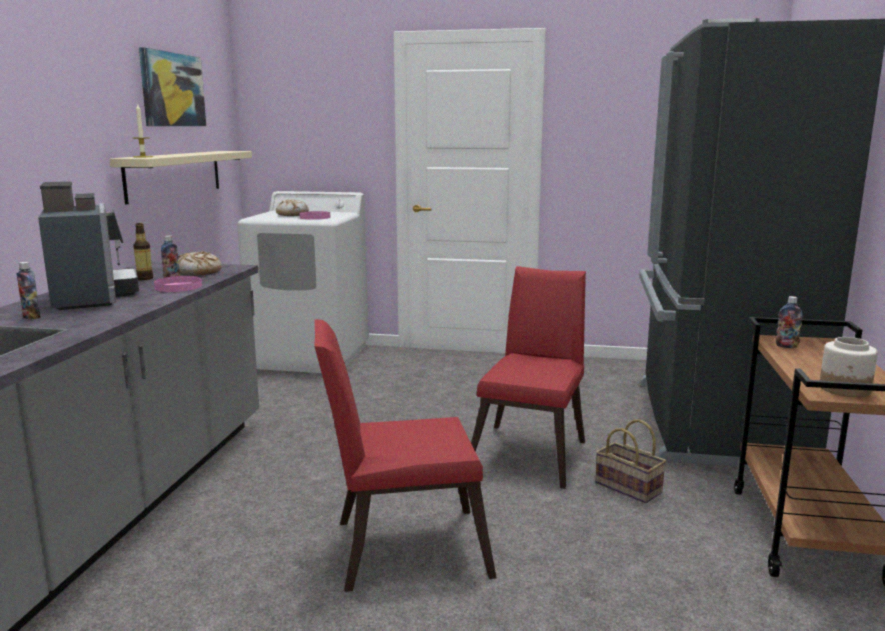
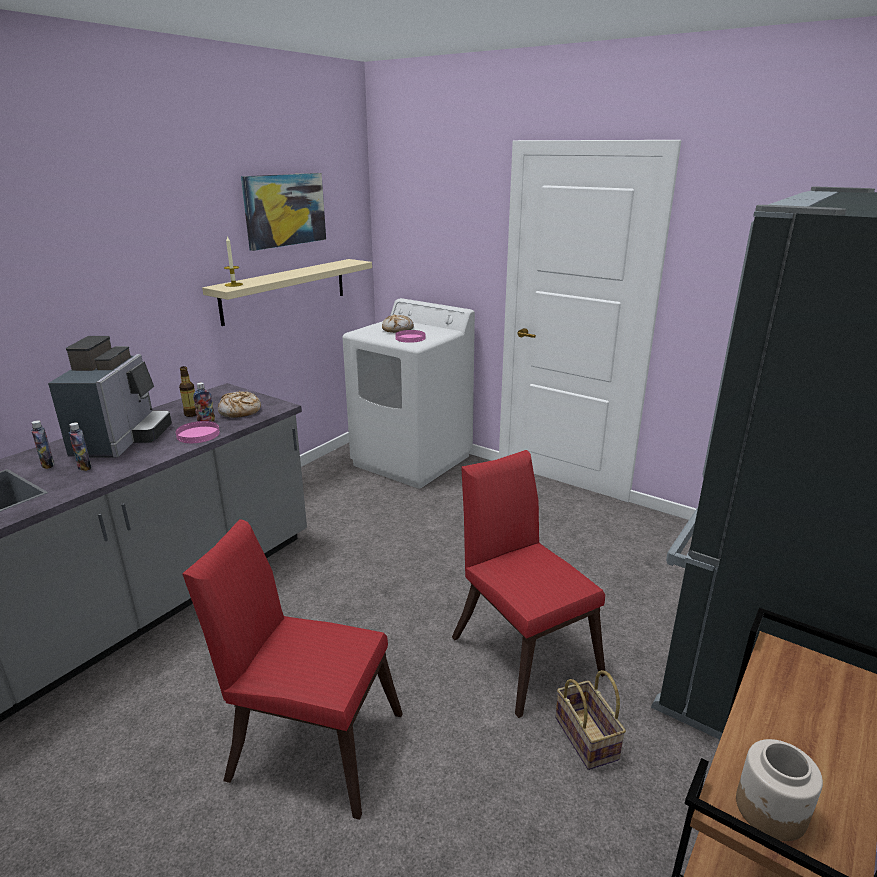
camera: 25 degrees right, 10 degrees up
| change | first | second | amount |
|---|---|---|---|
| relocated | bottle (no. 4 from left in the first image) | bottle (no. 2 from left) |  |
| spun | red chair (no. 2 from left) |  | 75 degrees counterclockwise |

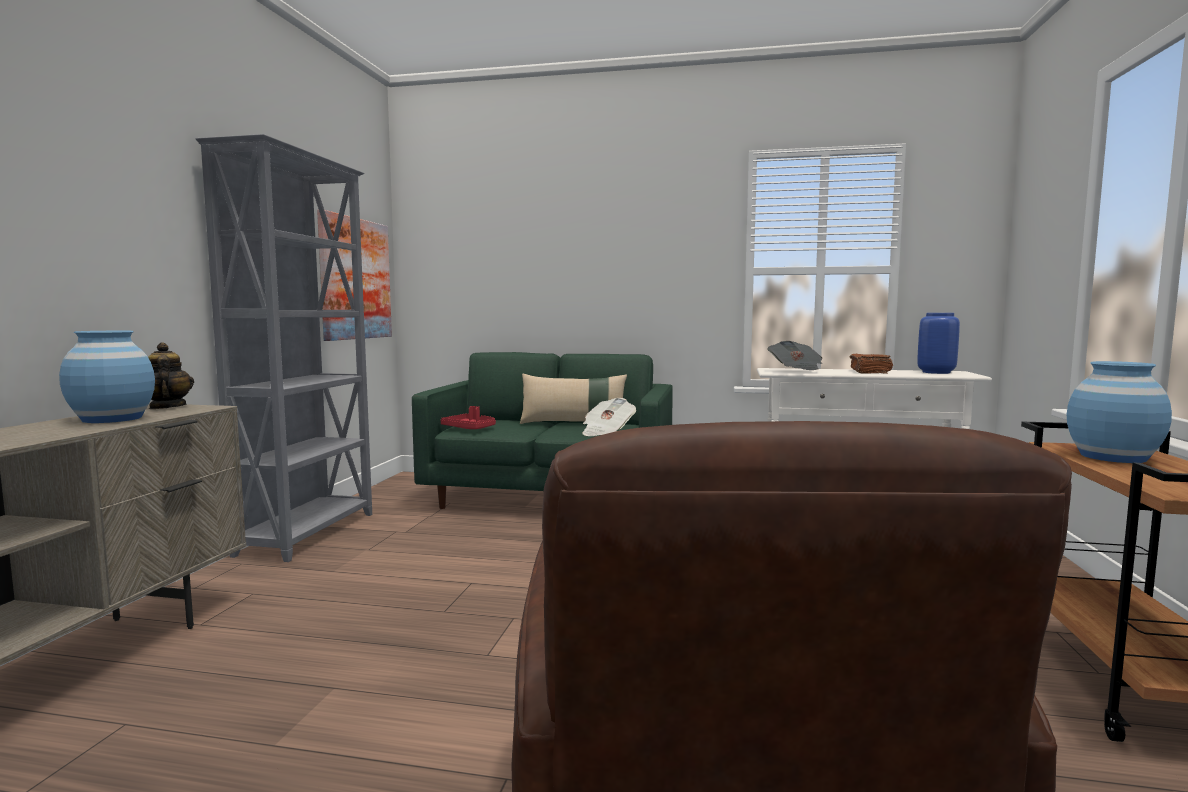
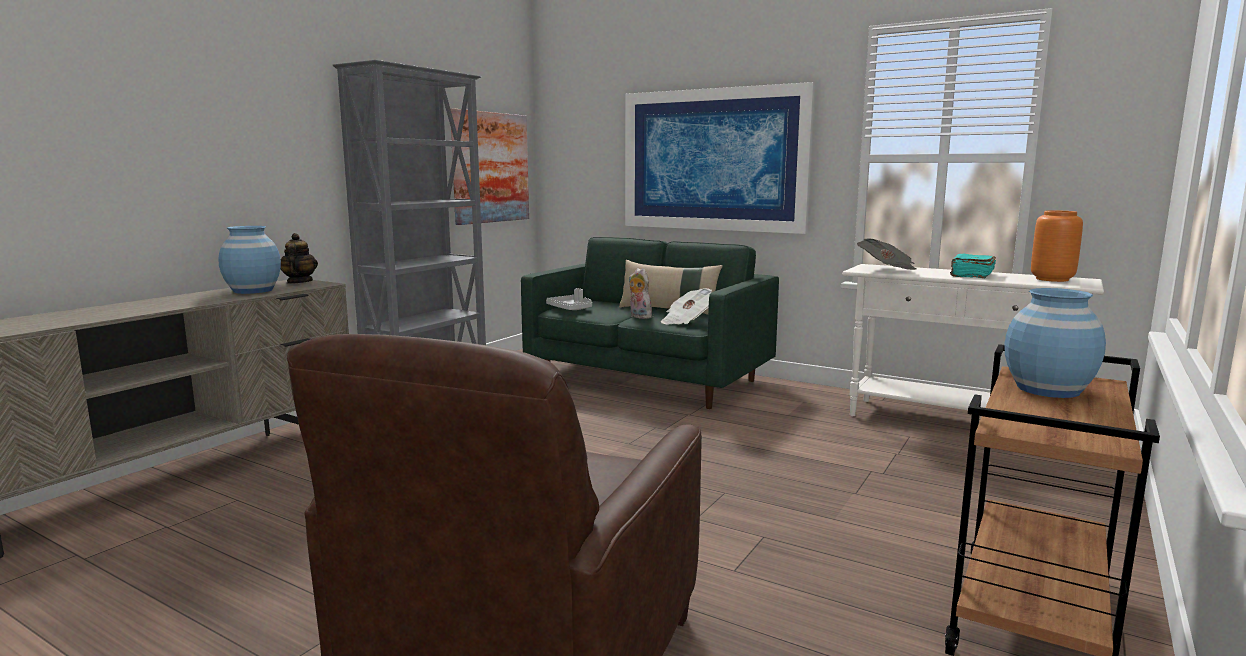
camera: 20 degrees right, 5 degrees up
| change | first | second | amount |
|---|---|---|---|
| colour | red tray | grey tray |  |
| appeared |  | picture (no. 2 from left) |  |
| appeared |  | plush toy |  |
| colour | brown book | turquoise book |  |
| colour | blue vase (no. 2 from left) | orange vase |  |

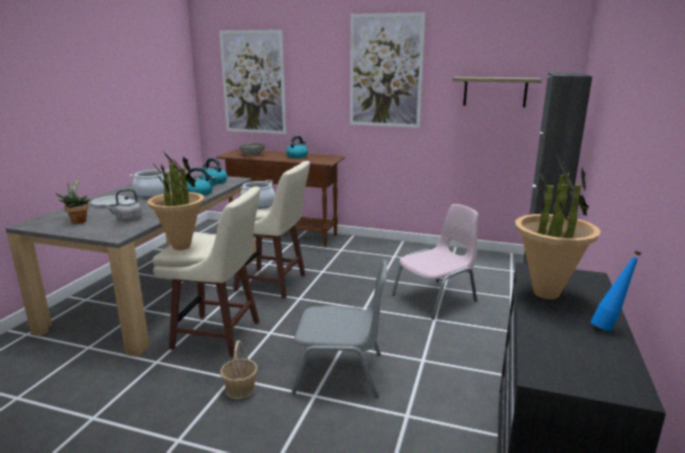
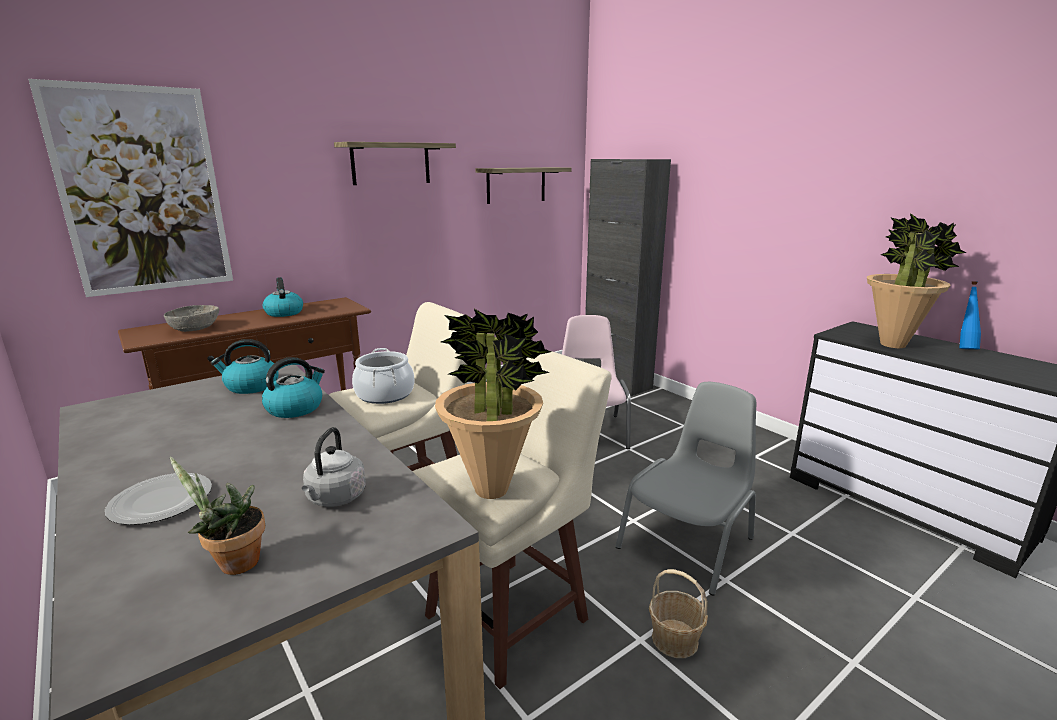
camera: 55 degrees left, 0 degrees up
| change | first | second | amount |
|---|---|---|---|
| exchanged | picture (no. 2 from left) | shelf (no. 1 from left) |  |
| missing | cooking pot (no. 1 from left) |  |  |

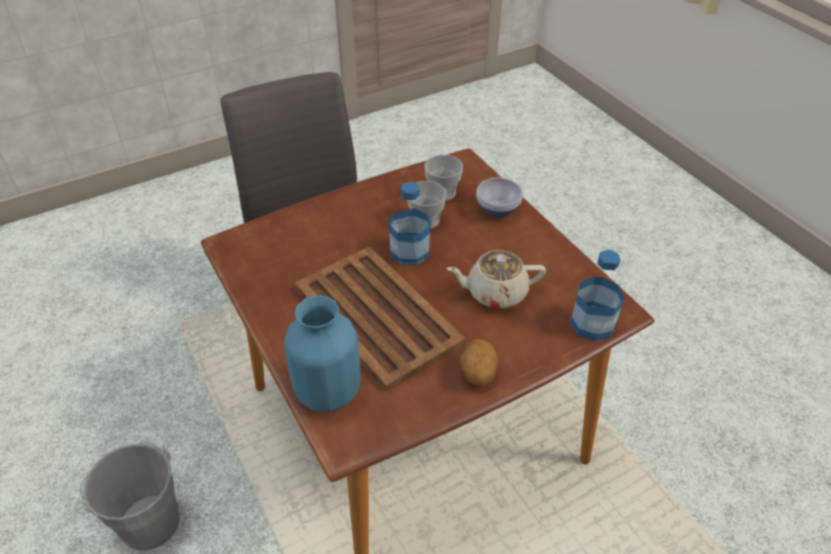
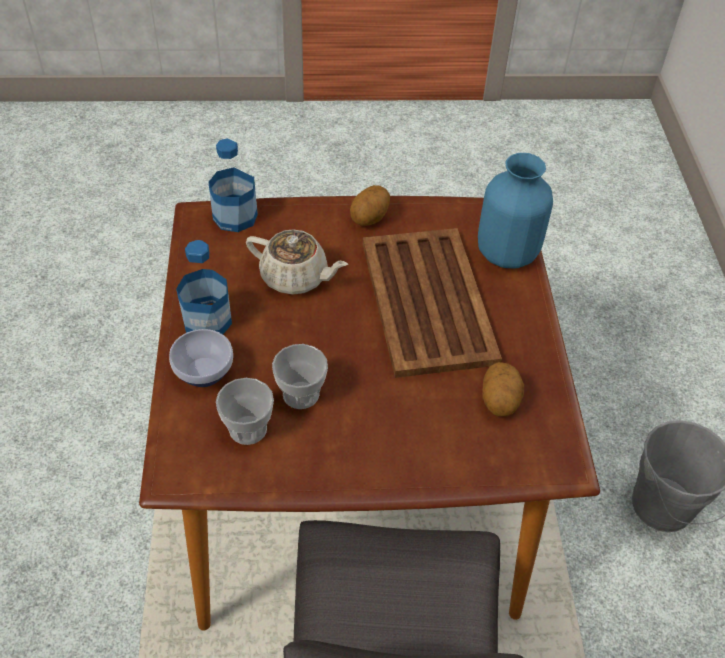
camera: 155 degrees left, 5 degrees up
| change | first | second | amount |
|---|---|---|---|
| relocated | bottle (no. 1 from left) |  |  |
| appeared |  | potato (no. 2 from left) |  |

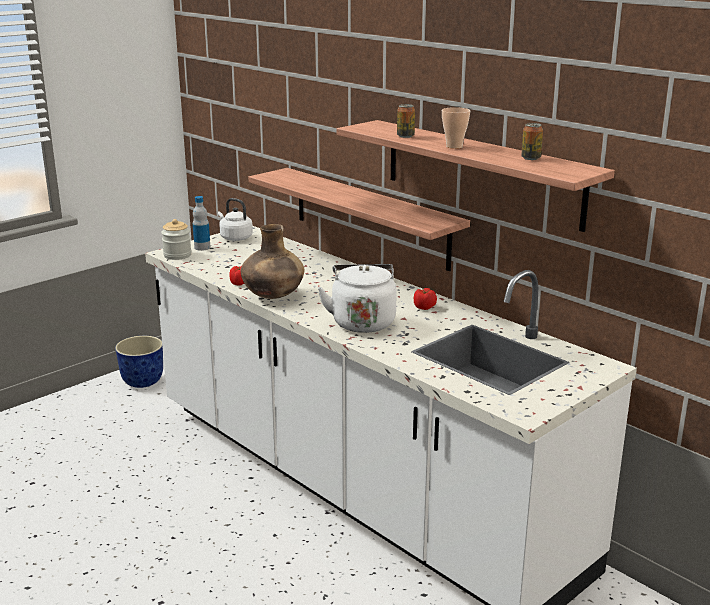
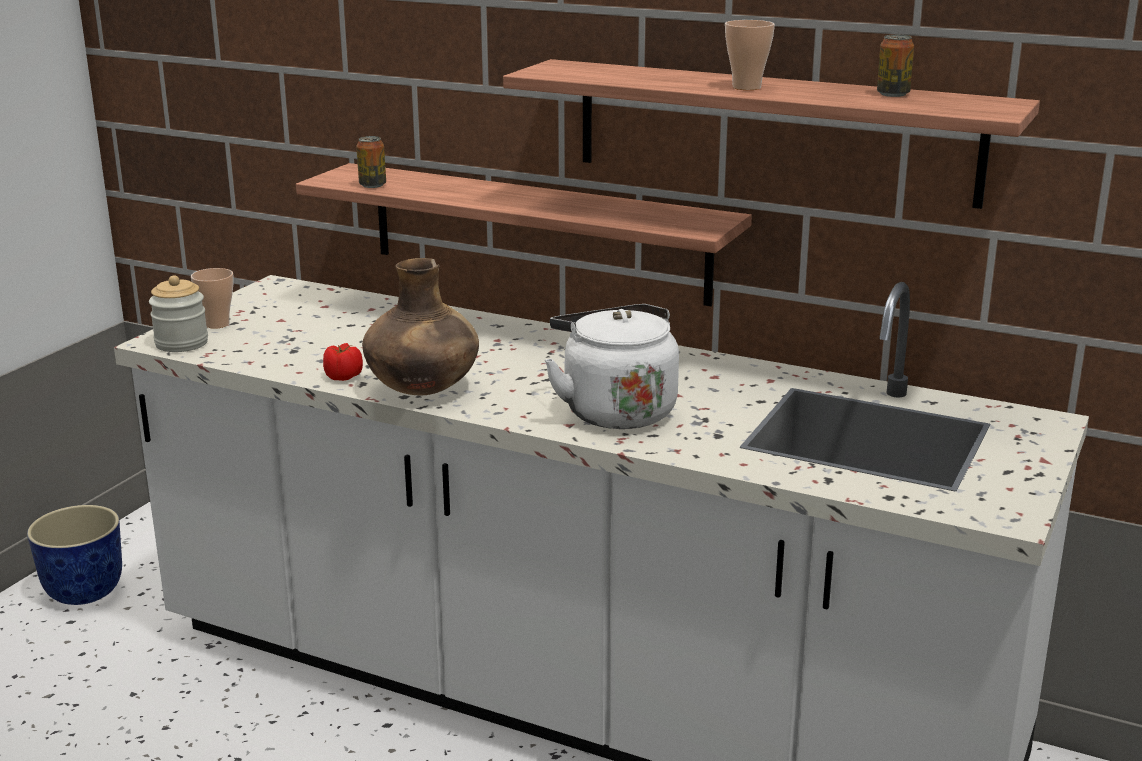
camera: 20 degrees left, 0 degrees up
| change | first | second | amount |
|---|---|---|---|
| exchanged | bottle | cup (no. 1 from left) |  |
| relocated | can (no. 1 from left) |  |  |
| missing | white kettle (no. 1 from left) |  |  |
| missing | tomato (no. 2 from left) |  |  |

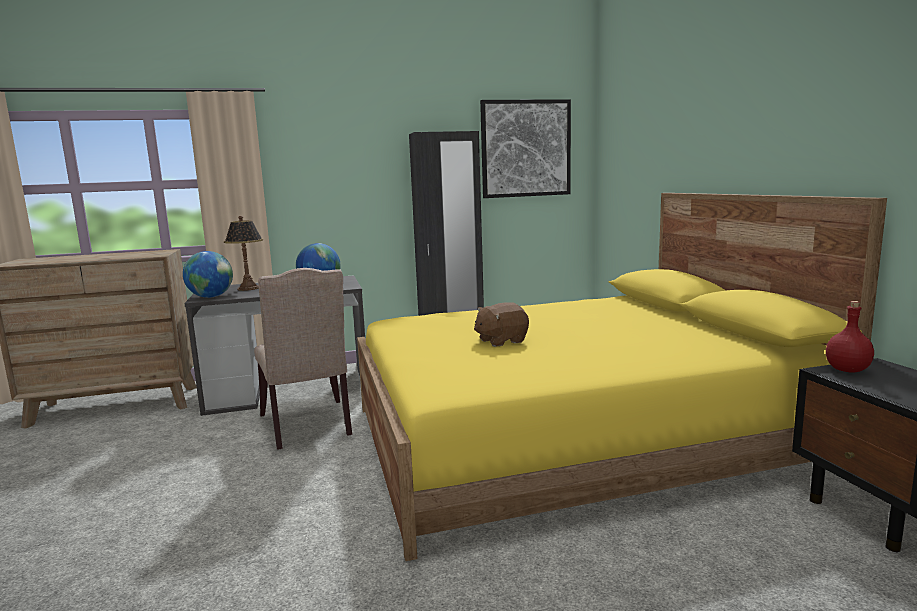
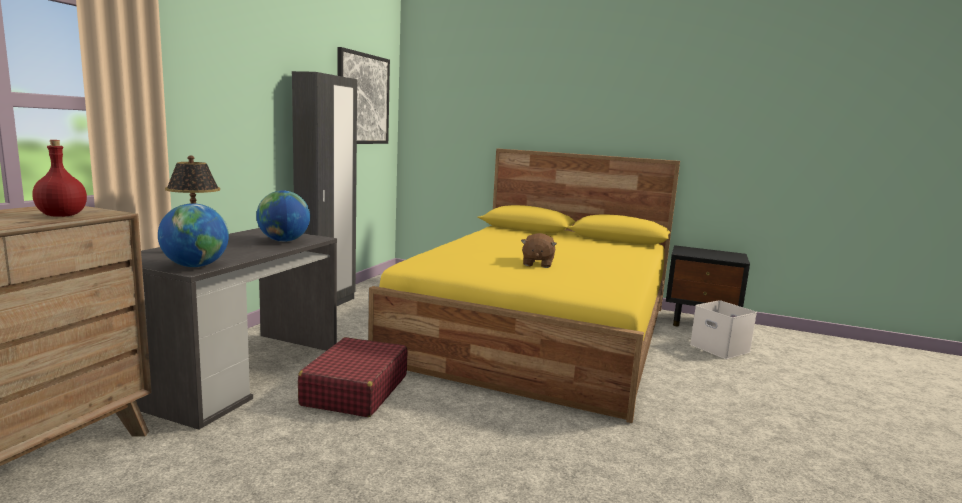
camera: 55 degrees left, 0 degrees up
| change | first | second | amount |
|---|---|---|---|
| relocated | red bottle |  |  |
| exchanged | beige chair | red suitcase |  |
| appeared |  | white storage box |  |

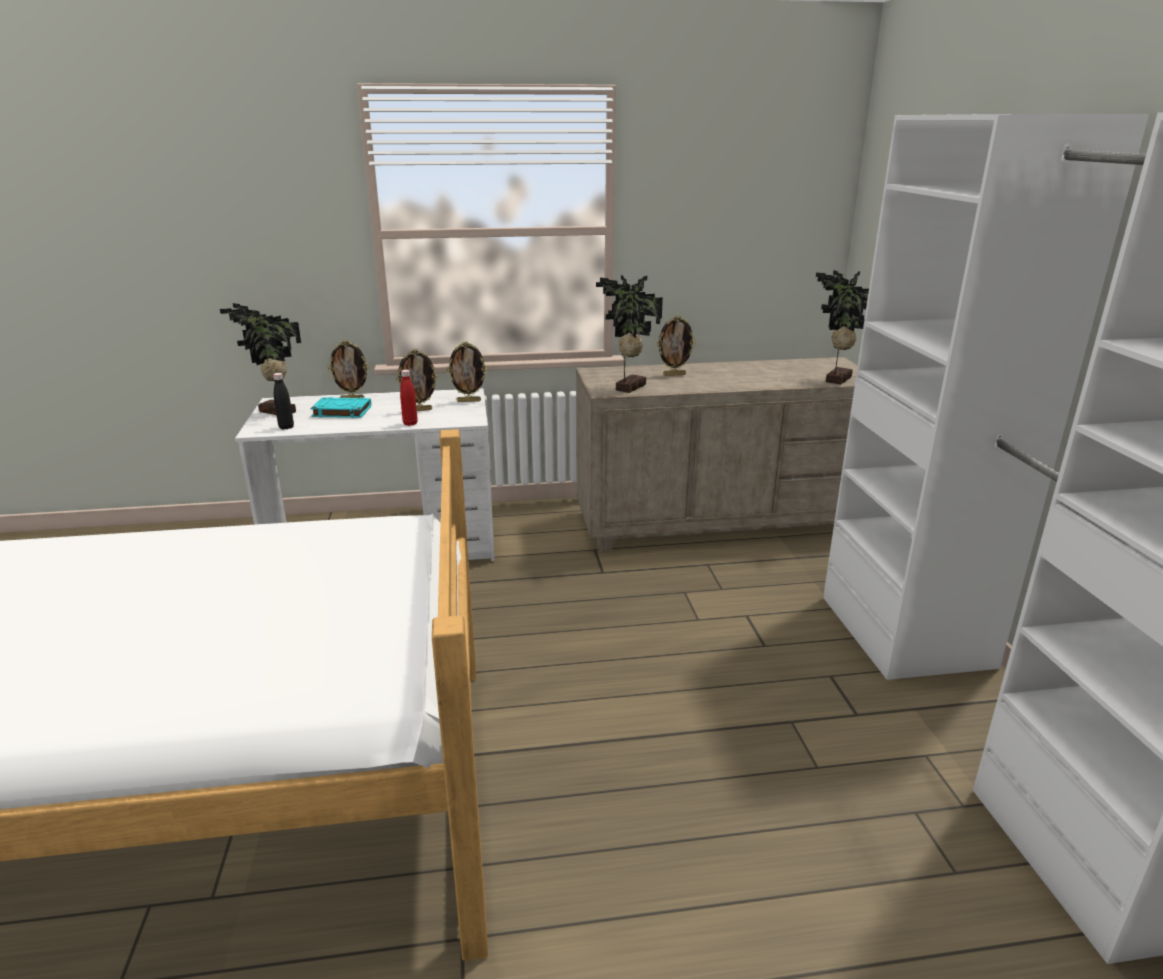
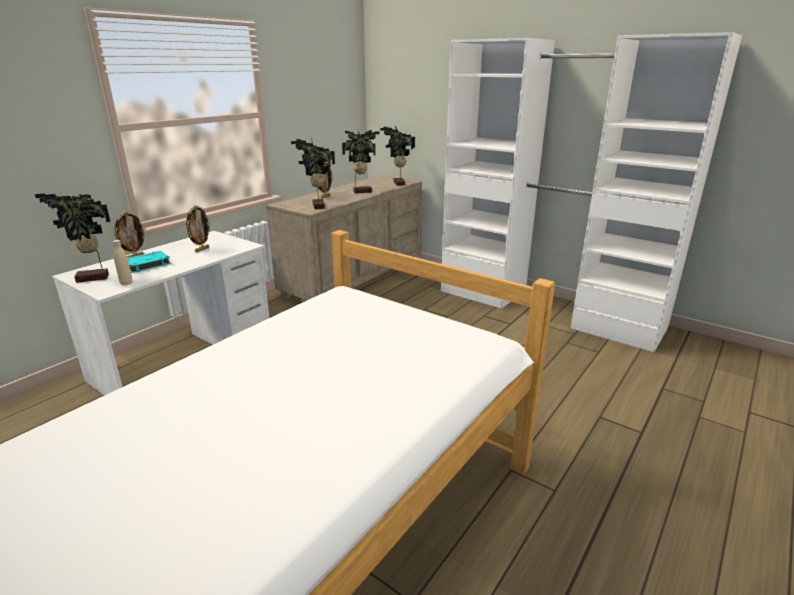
camera: 45 degrees left, 0 degrees up
| change | first | second | amount |
|---|---|---|---|
| colour | black bottle | beige bottle |  |
| appeared |  | potted plant (no. 3 from left) |  |
| missing | red bottle |  |  |
| missing | picture frame (no. 3 from left) |  |  |

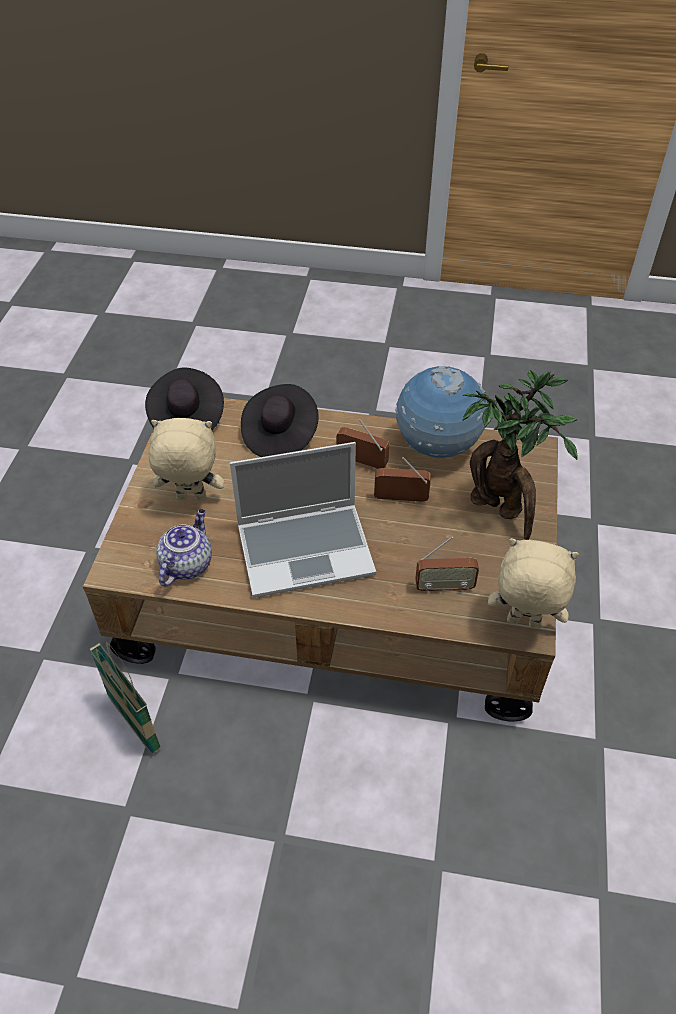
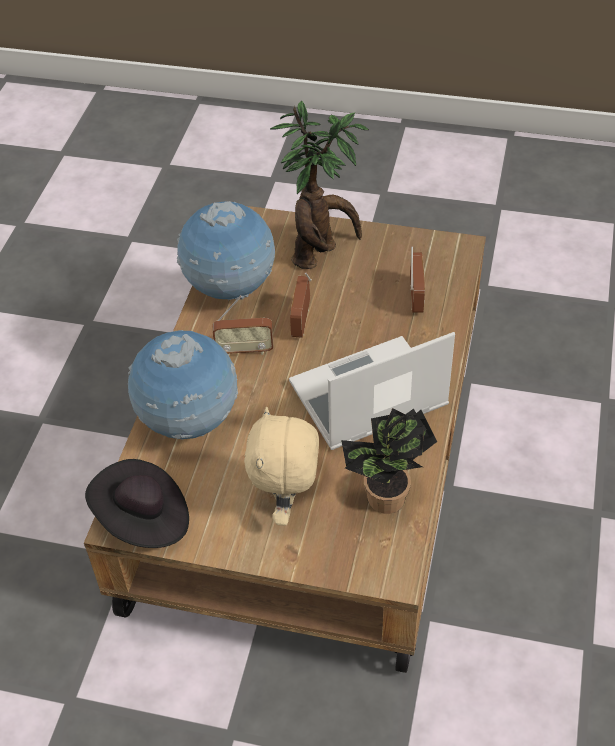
camera: 85 degrees left, 0 degrees up
| change | first | second | amount |
|---|---|---|---|
| exchanged | black hat (no. 2 from left) | globe (no. 1 from left) |  |
| spun | radio (no. 1 from left) |  | 120 degrees counterclockwise |
| spun | laptop |  | 105 degrees counterclockwise |
| exchanged | teapot | potted plant (no. 2 from left) |  |
| missing | basket |  |  |
| missing | beige plush toy (no. 2 from left) |  |  |

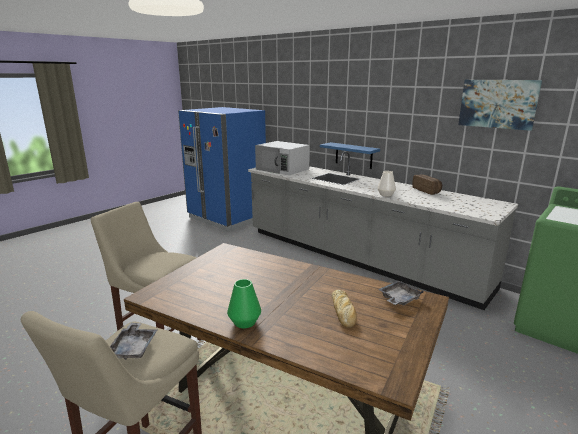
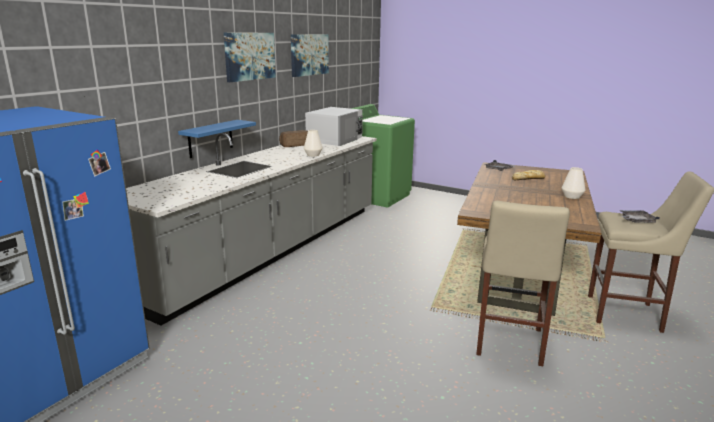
camera: 100 degrees left, 0 degrees up
| change | first | second | amount |
|---|---|---|---|
| appeared |  | picture (no. 1 from left) |  |
| relocated | white microwave |  |  |
| colour | green vase | white vase (no. 2 from left) |  |

